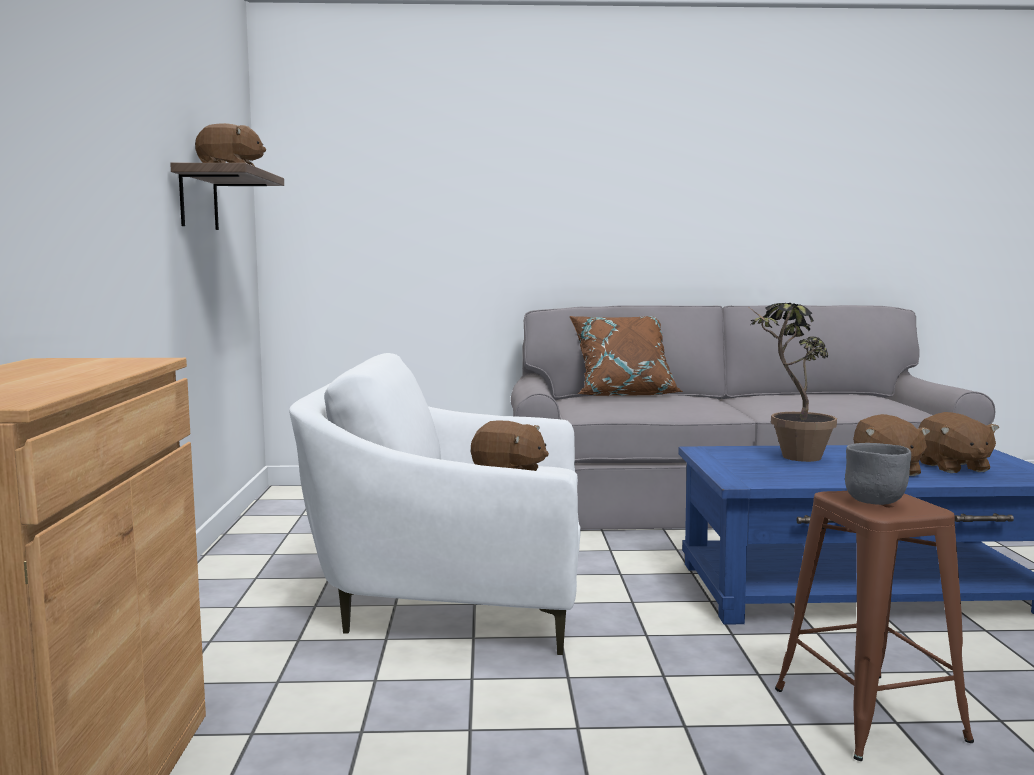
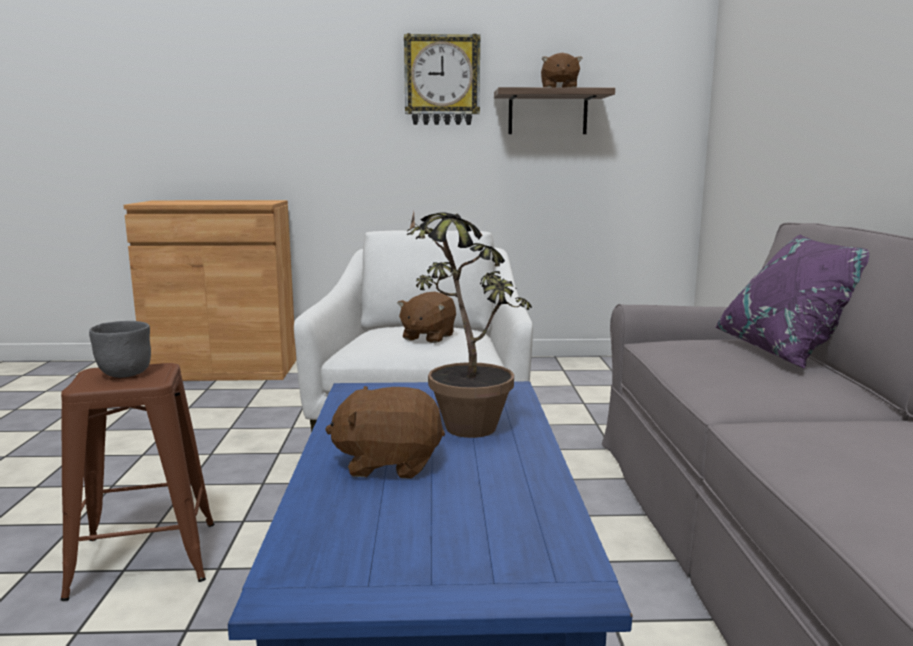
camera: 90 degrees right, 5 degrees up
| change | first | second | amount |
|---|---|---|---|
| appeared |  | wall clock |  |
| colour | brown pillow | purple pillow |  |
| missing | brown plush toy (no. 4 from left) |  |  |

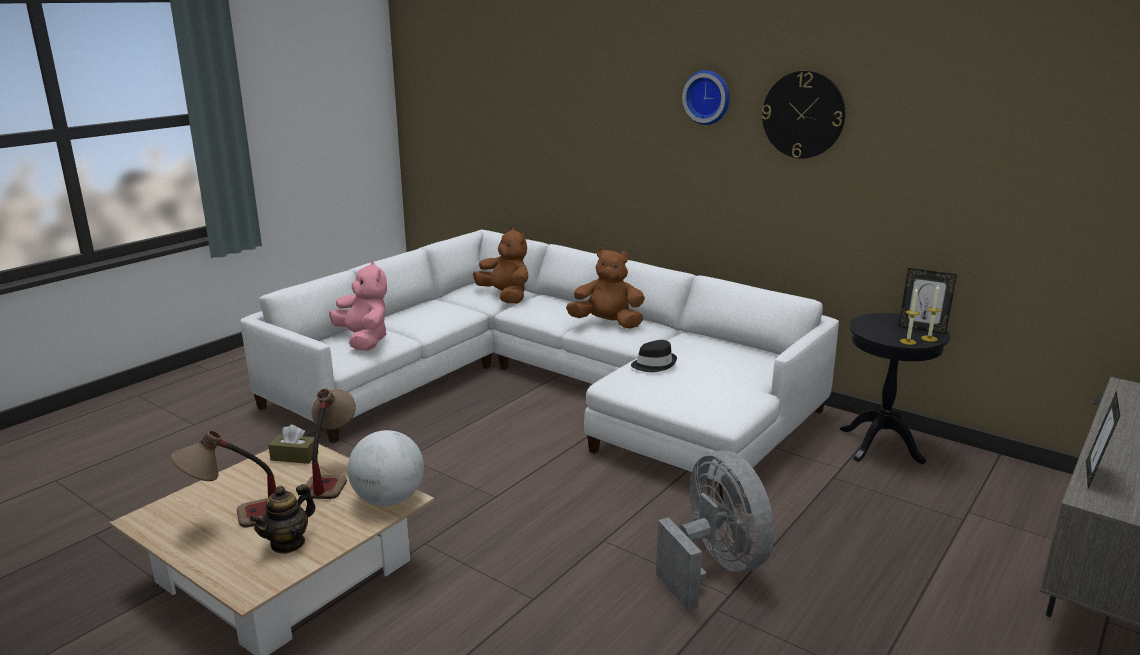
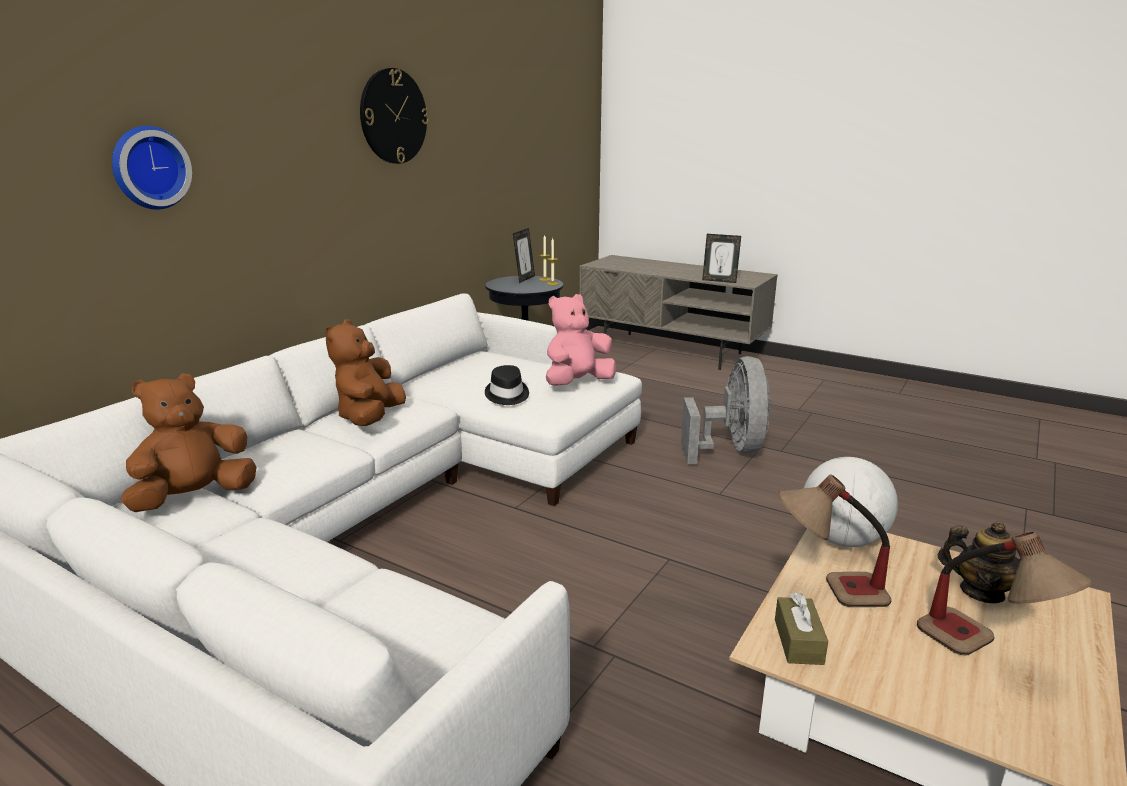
camera: 95 degrees left, 0 degrees up
| change | first | second | amount |
|---|---|---|---|
| relocated | wall clock (no. 1 from left) |  |  |
| relocated | pink plush toy |  |  |
| spun | grey fan |  | 120 degrees clockwise |

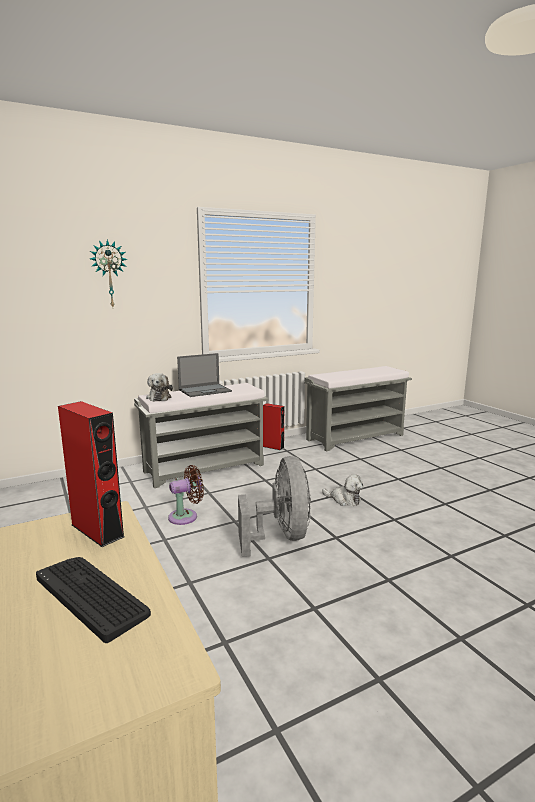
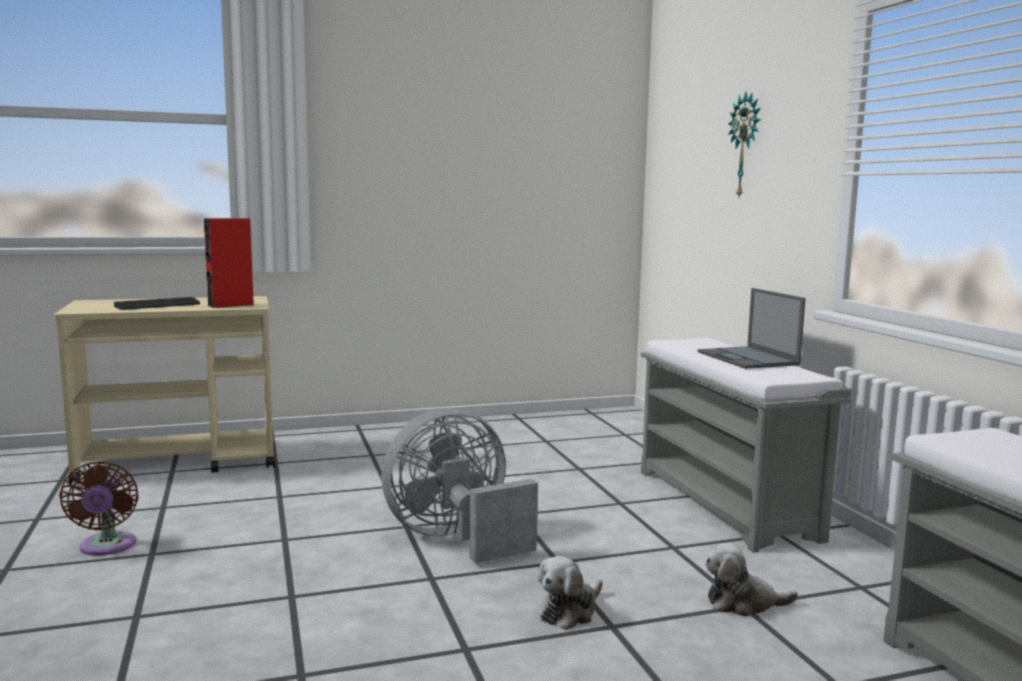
camera: 100 degrees right, 5 degrees down
| change | first | second | amount |
|---|---|---|---|
| relocated | brown fan |  |  |
| spun | grey fan |  | 150 degrees clockwise |
| relocated | plush toy (no. 1 from left in the first image) | plush toy (no. 2 from left) |  |
| missing | red speaker (no. 2 from left) |  |  |

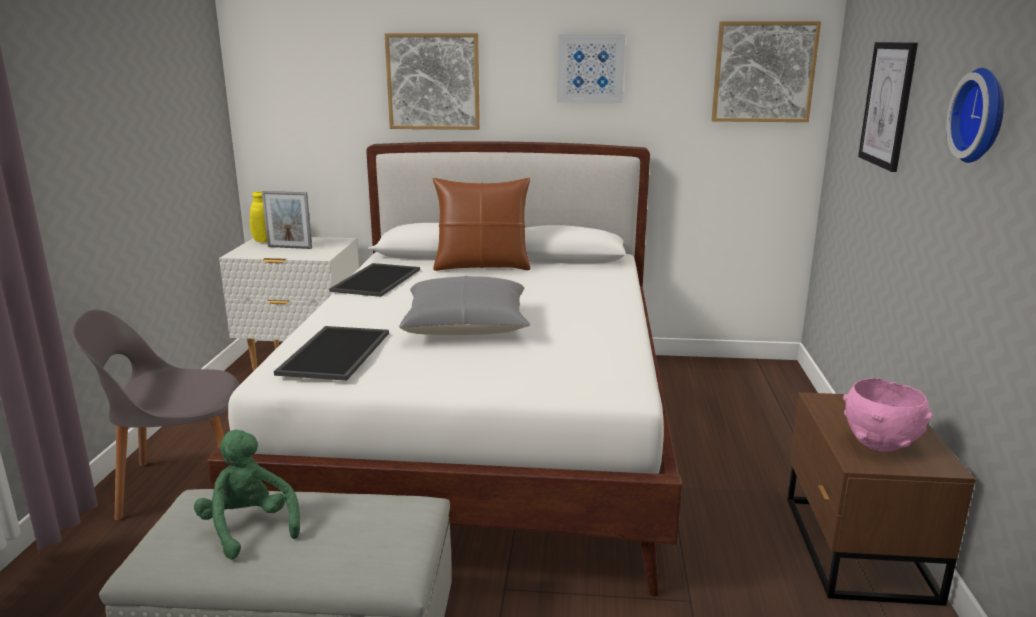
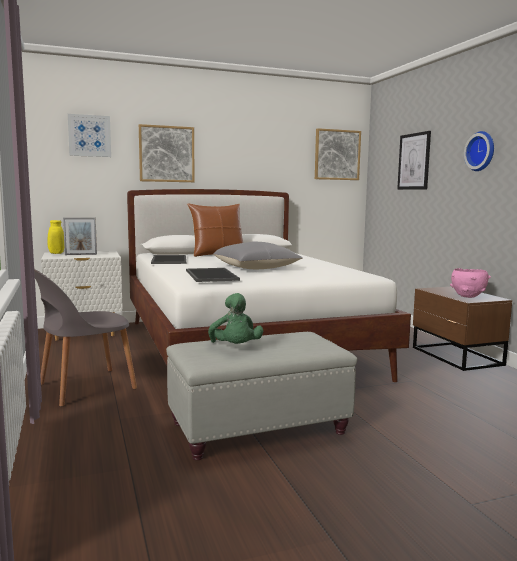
camera: 25 degrees left, 10 degrees down
| change | first | second | amount |
|---|---|---|---|
| relocated | picture (no. 2 from left in the first image) | picture (no. 1 from left) |  |
| spun | green plush toy |  | 135 degrees counterclockwise |

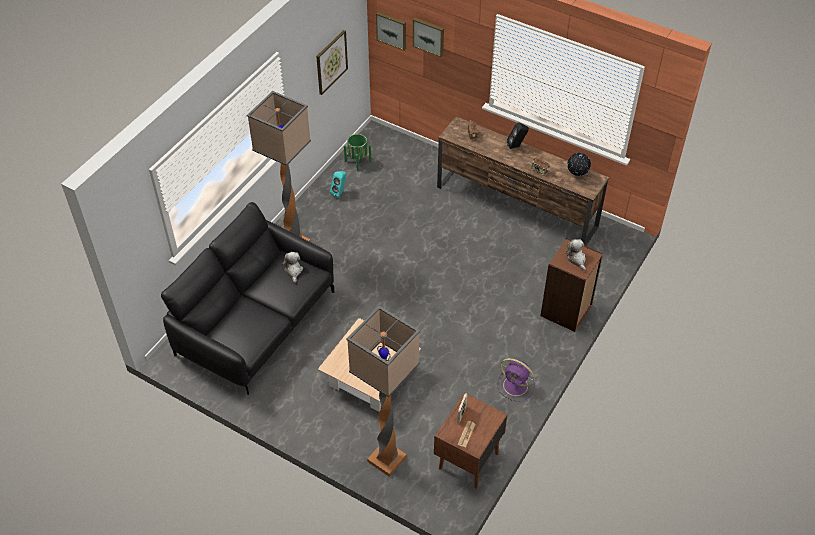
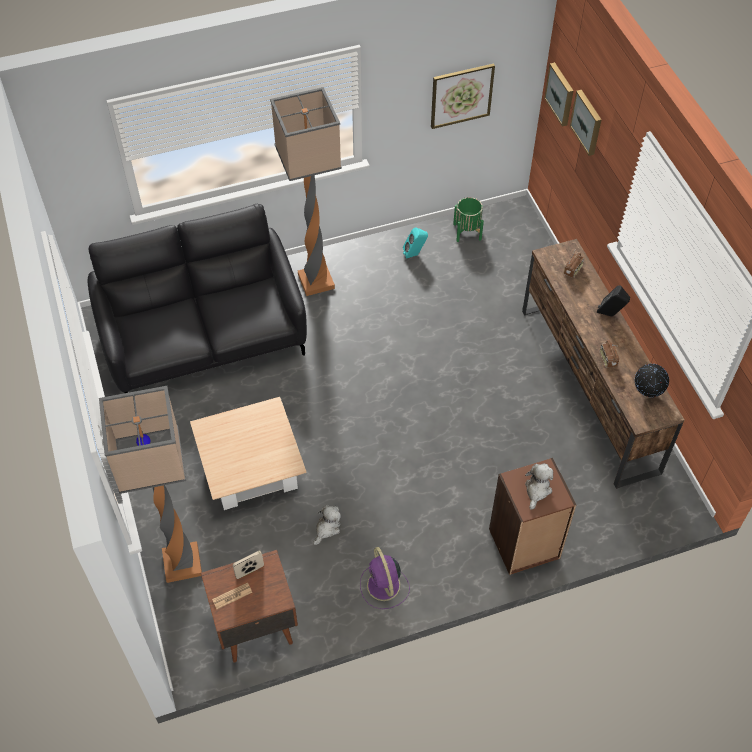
camera: 40 degrees right, 5 degrees up
| change | first | second | amount |
|---|---|---|---|
| relocated | plush toy (no. 1 from left) |  |  |

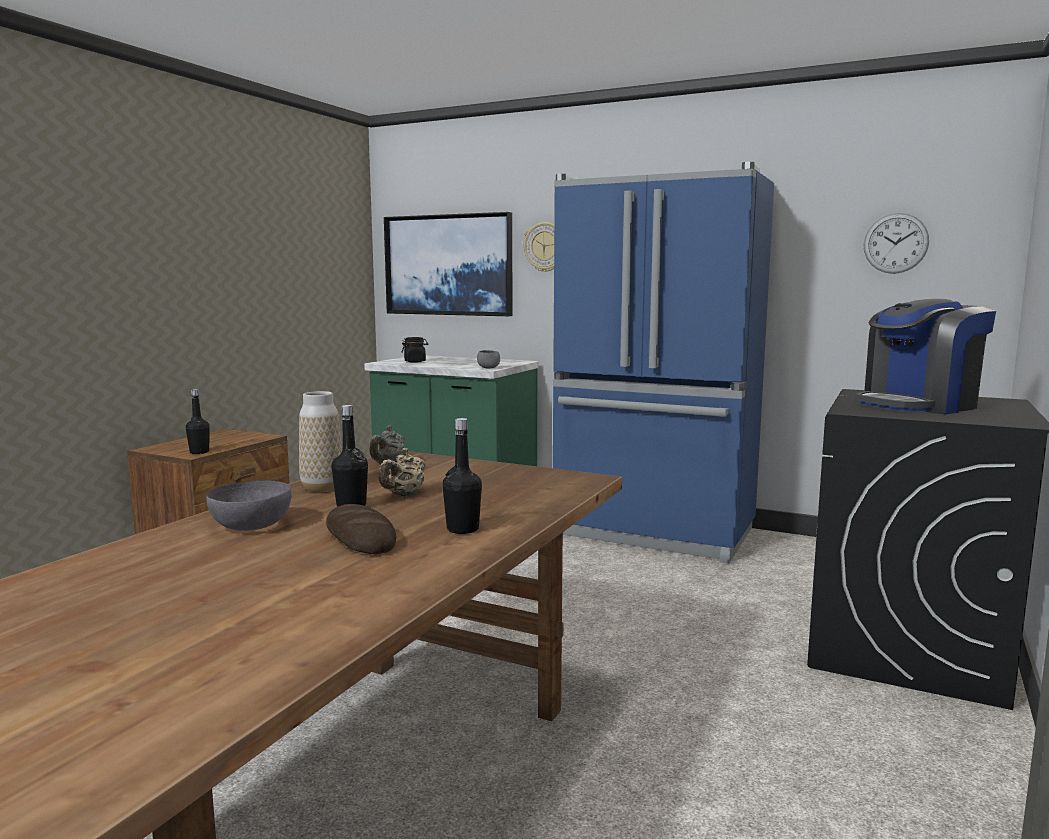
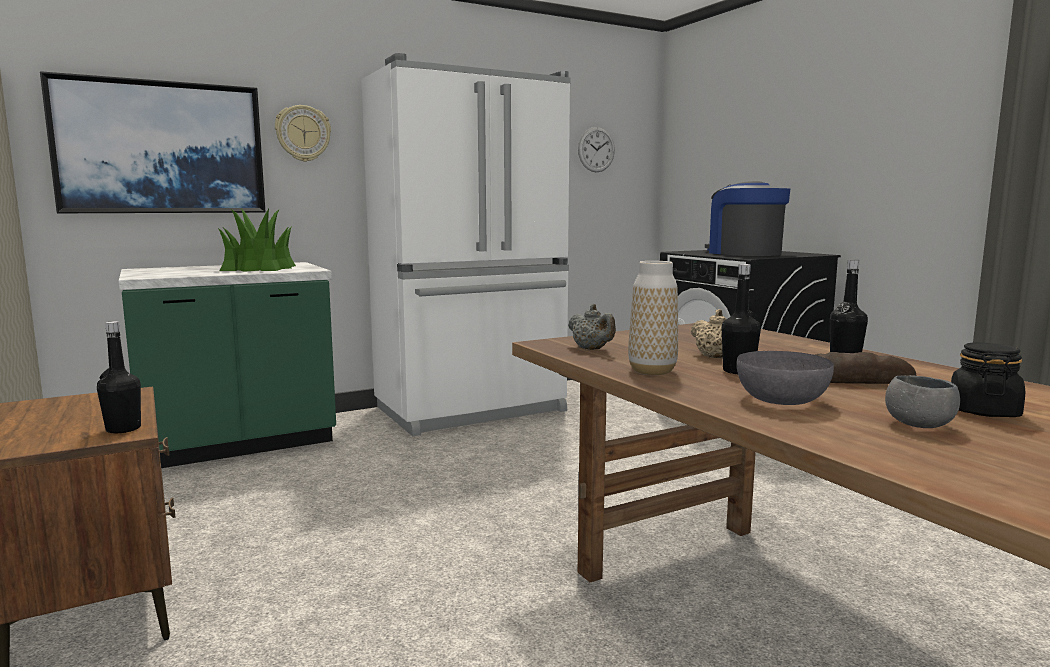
camera: 55 degrees left, 0 degrees up
| change | first | second | amount |
|---|---|---|---|
| appeared |  | potted plant |  |
| colour | blue fridge | white fridge |  |
| spun | coffee machine |  | 150 degrees clockwise |
| relocated | grey bowl (no. 2 from left) |  |  |
| relocated | black jar |  |  |

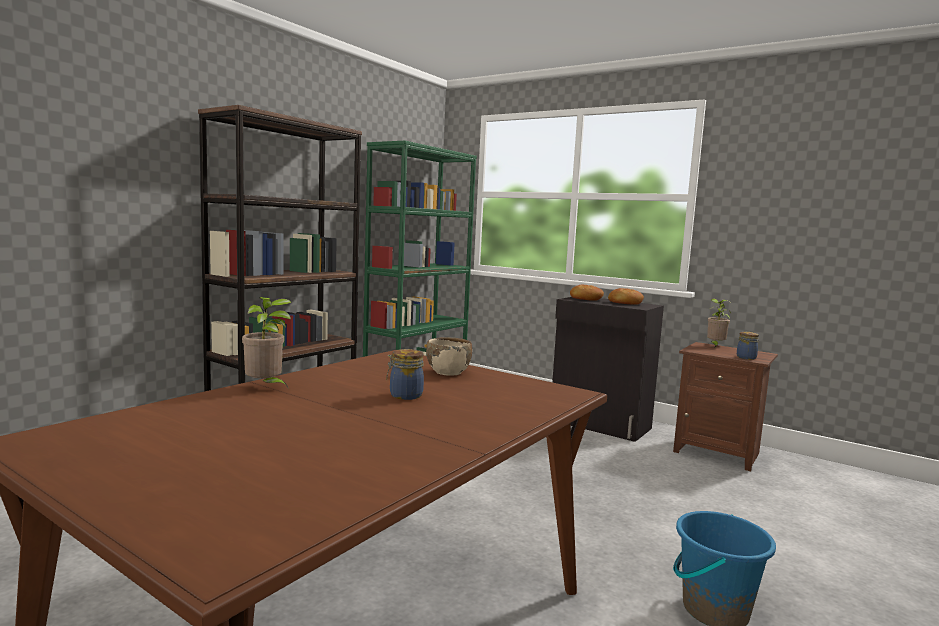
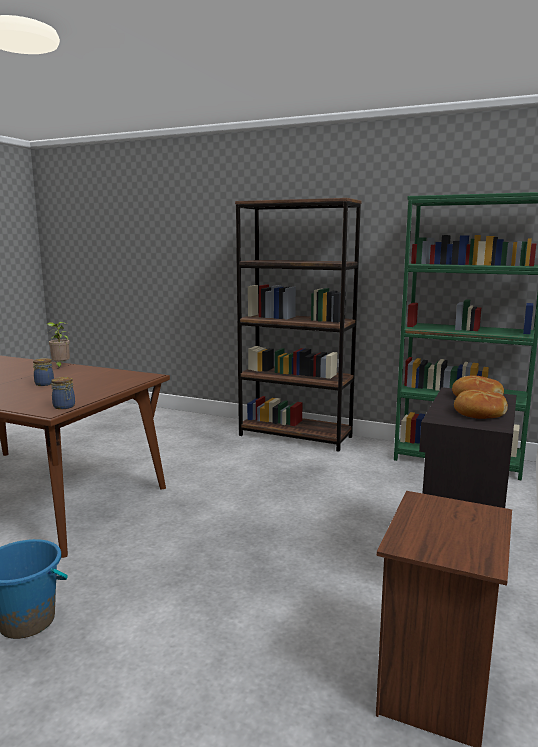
camera: 80 degrees right, 5 degrees up
| change | first | second | amount |
|---|---|---|---|
| relocated | jar (no. 2 from left) |  |  |
| missing | beige bowl |  |  |
| missing | potted plant (no. 2 from left) |  |  |

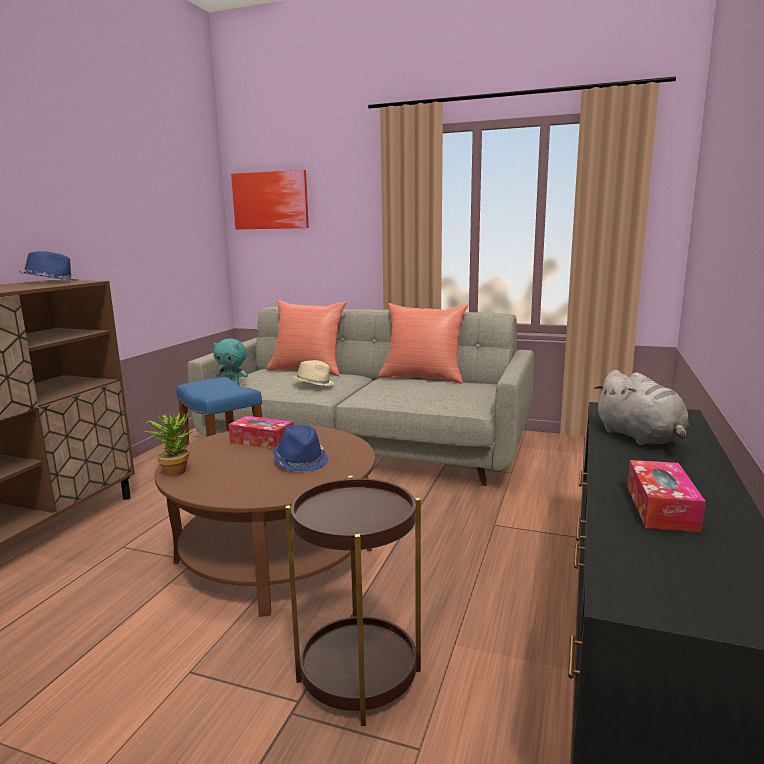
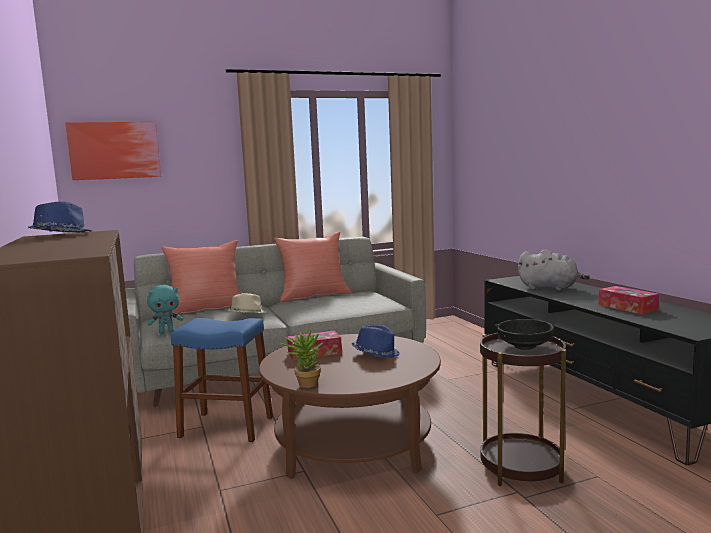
camera: 40 degrees left, 5 degrees down
| change | first | second | amount |
|---|---|---|---|
| appeared |  | black bowl |  |

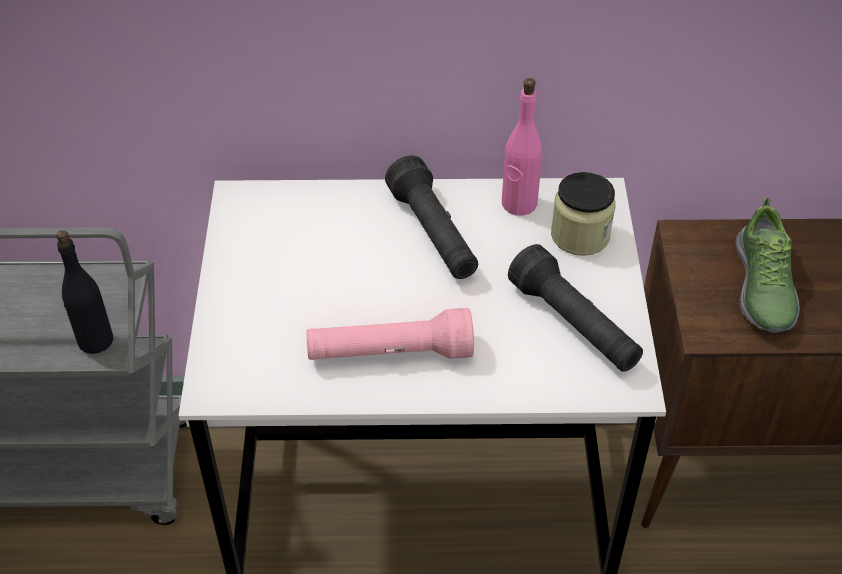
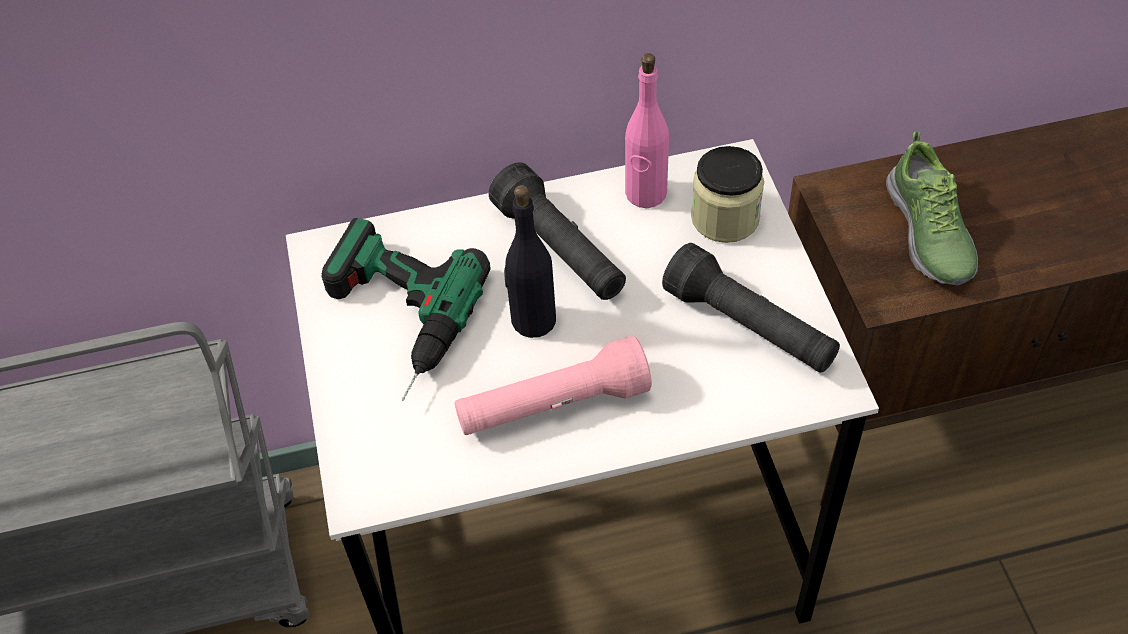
camera: 10 degrees left, 5 degrees up
| change | first | second | amount |
|---|---|---|---|
| appeared |  | power drill |  |
| relocated | black bottle |  |  |

